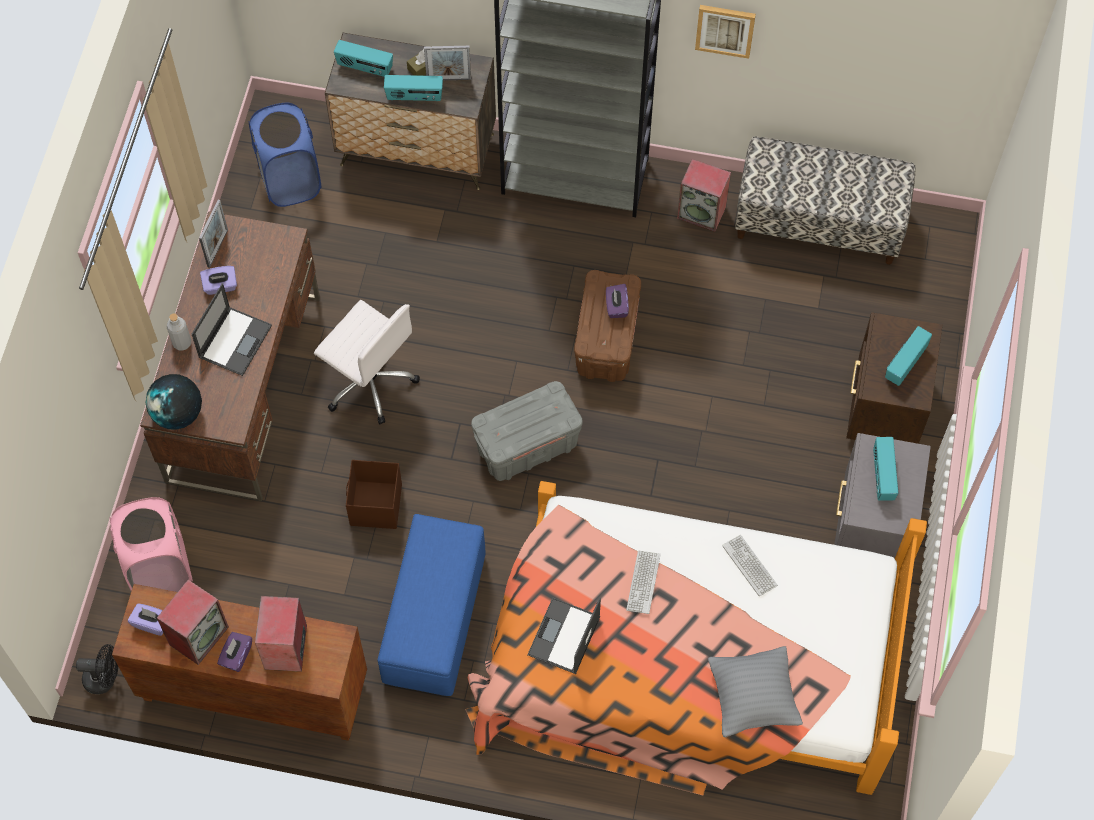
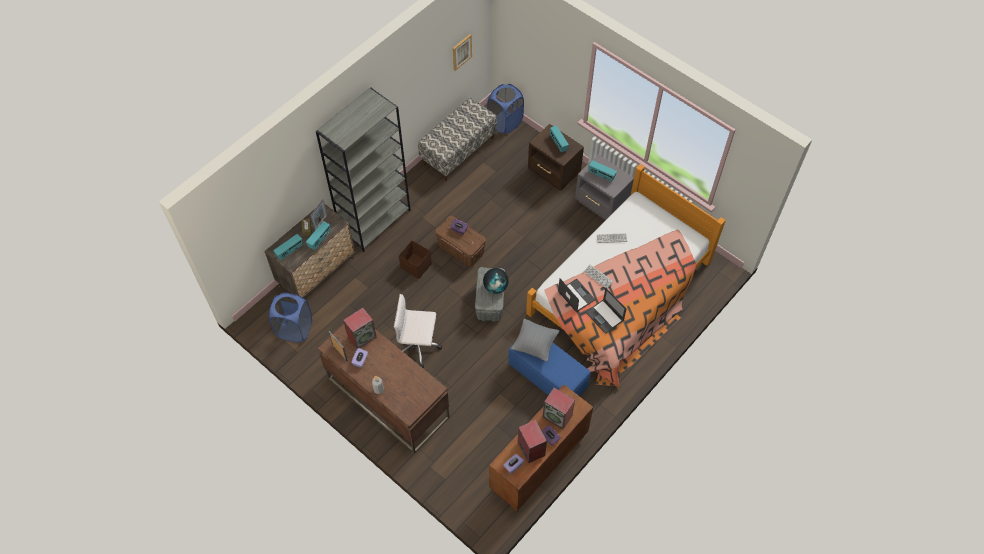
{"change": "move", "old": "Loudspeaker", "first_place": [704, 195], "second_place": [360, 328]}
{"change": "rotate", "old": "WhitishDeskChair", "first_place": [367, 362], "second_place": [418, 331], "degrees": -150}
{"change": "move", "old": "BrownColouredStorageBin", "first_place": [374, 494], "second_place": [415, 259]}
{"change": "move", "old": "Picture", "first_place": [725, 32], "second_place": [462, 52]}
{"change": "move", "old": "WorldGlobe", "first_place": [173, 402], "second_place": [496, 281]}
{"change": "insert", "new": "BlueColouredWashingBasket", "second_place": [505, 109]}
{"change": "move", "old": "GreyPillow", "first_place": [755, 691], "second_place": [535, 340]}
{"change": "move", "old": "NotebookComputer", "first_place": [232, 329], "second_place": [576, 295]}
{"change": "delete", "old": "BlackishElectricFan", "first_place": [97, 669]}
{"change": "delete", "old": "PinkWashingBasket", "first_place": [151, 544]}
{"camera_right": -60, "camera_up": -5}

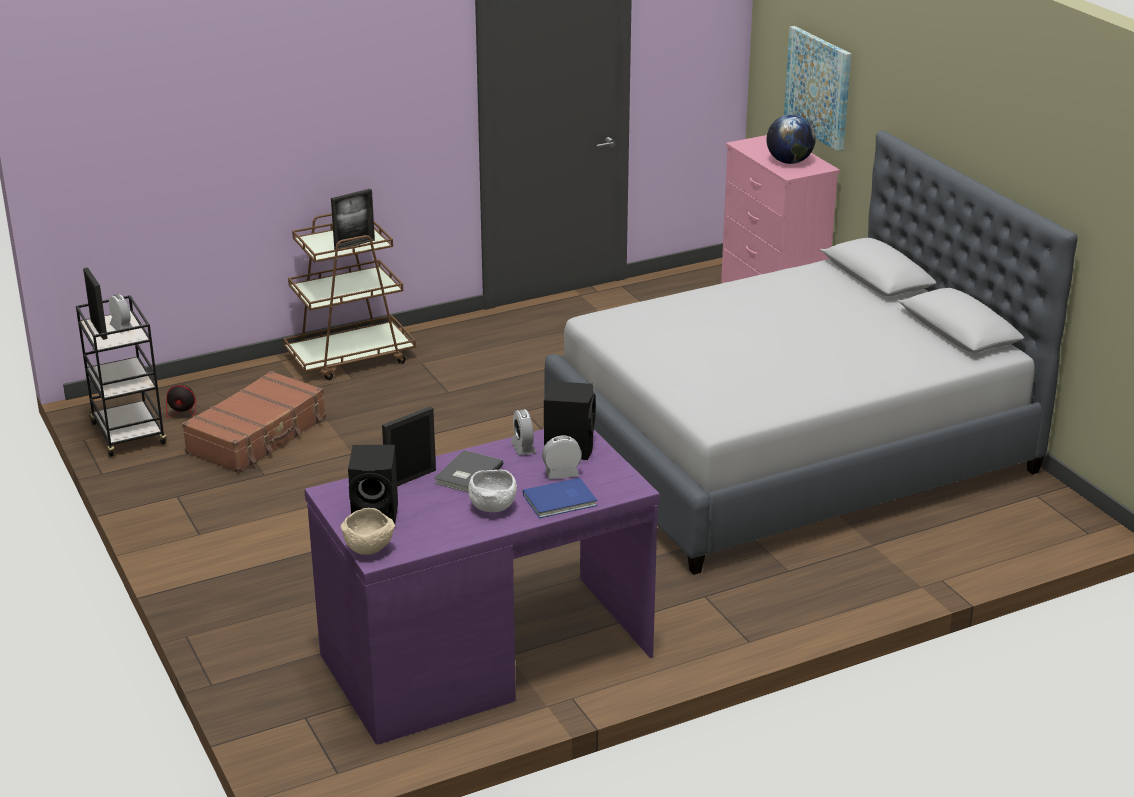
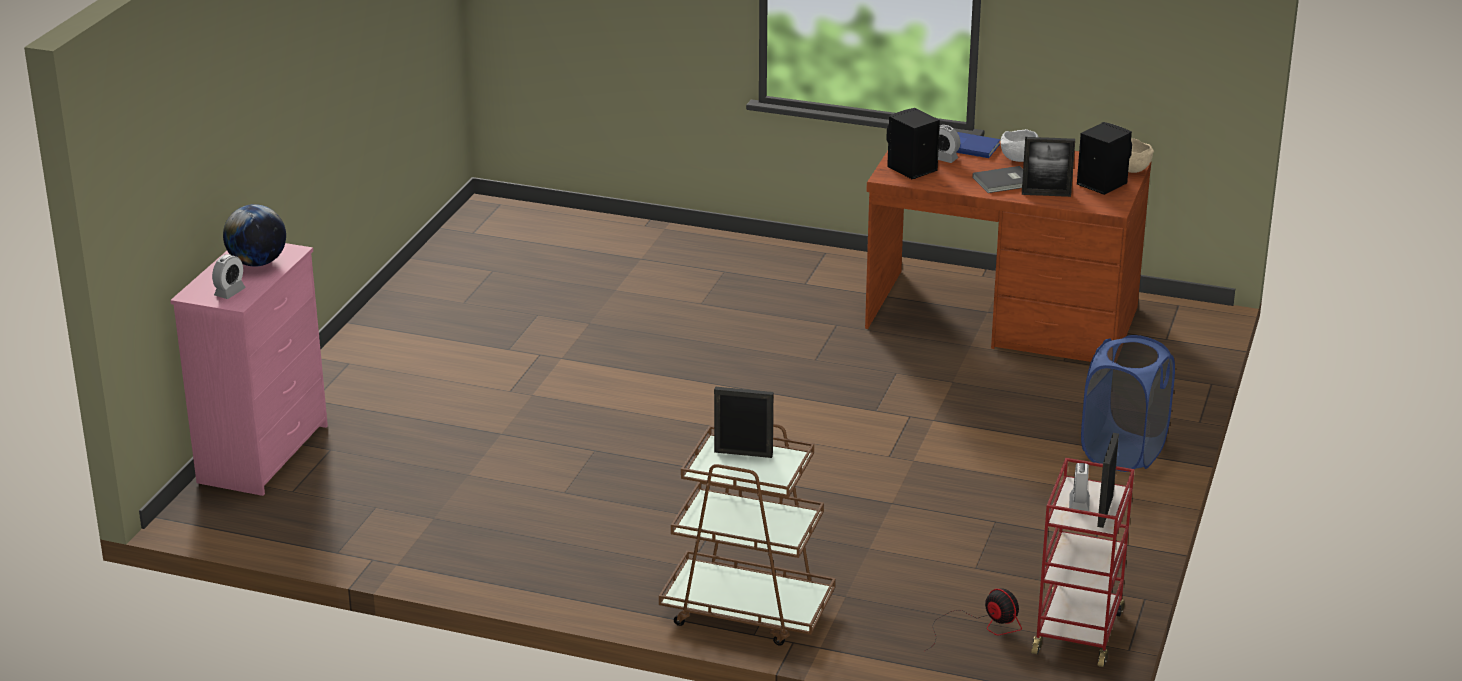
{"change": "move", "old": "BedsideClock", "first_place": [523, 432], "second_place": [229, 276]}
{"change": "recolor", "old": "PurpleColouredDesk", "new": "BrownColouredDesk", "first_place": [482, 586], "second_place": [1008, 251]}
{"change": "recolor", "old": "BlackishTrolley", "new": "RedColouredTrolley", "first_place": [121, 376], "second_place": [1083, 562]}
{"change": "insert", "new": "BlueColouredWashingBasket", "second_place": [1128, 403]}
{"change": "delete", "old": "BrownColouredTravelCase", "first_place": [254, 422]}
{"change": "delete", "old": "GreyBedroomBed", "first_place": [811, 352]}
{"change": "delete", "old": "Picture", "first_place": [817, 89]}
{"camera_right": -135, "camera_up": 0}

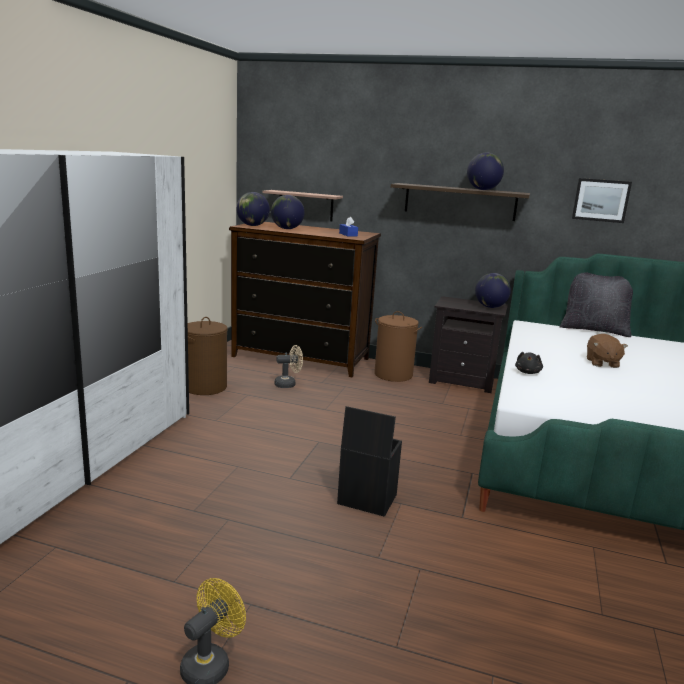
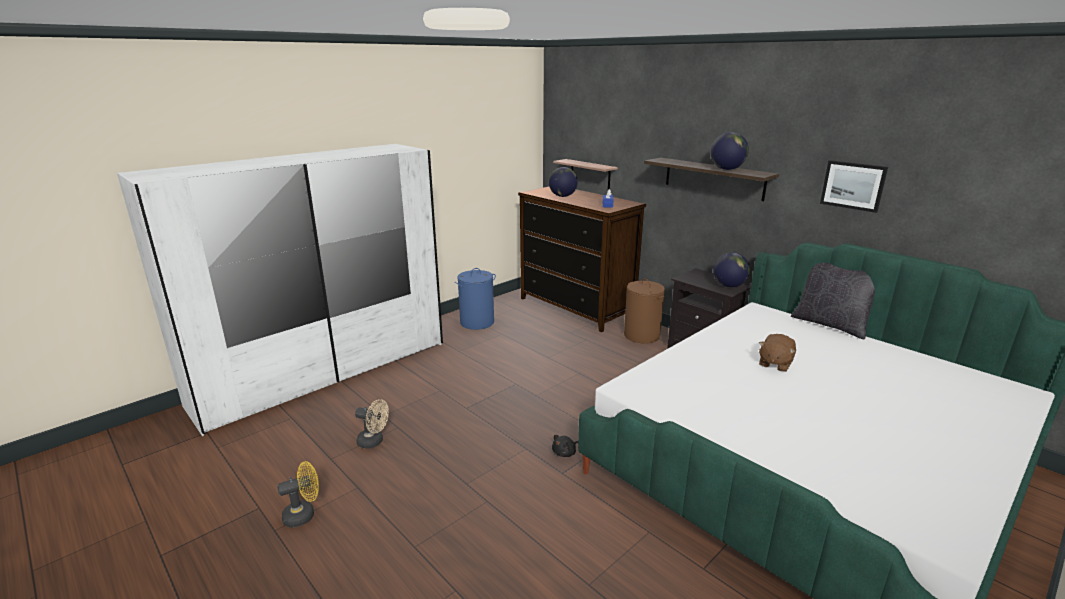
{"change": "move", "old": "SandColouredElectricFan", "first_place": [288, 366], "second_place": [372, 423]}
{"change": "recolor", "old": "BrownColouredWashingBasket", "new": "BlueColouredWashingBasket", "first_place": [207, 356], "second_place": [475, 299]}
{"change": "move", "old": "BlackishCuddlyToy", "first_place": [529, 363], "second_place": [565, 446]}
{"change": "delete", "old": "WorldGlobe", "first_place": [253, 209]}
{"change": "delete", "old": "BlackishStorageBin", "first_place": [369, 461]}
{"camera_right": 30, "camera_up": 5}

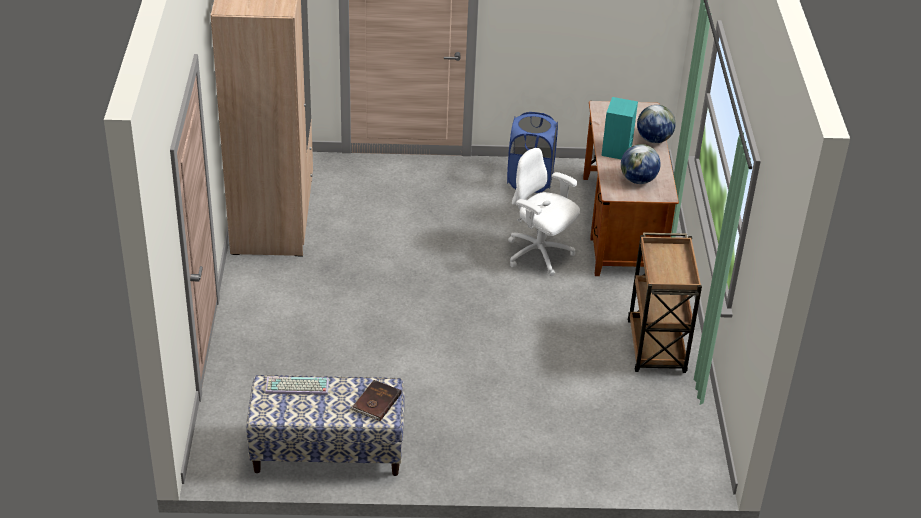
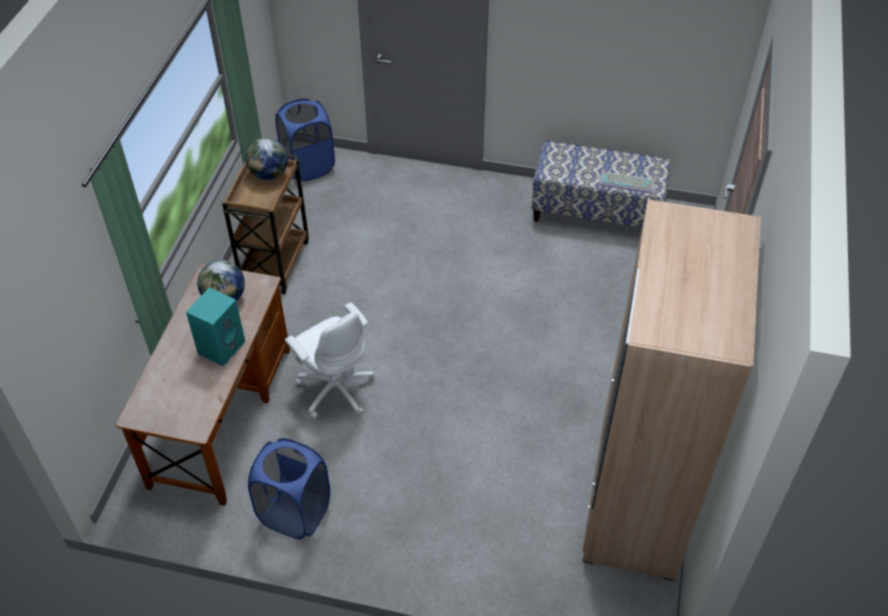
{"change": "move", "old": "WorldGlobe", "first_place": [656, 124], "second_place": [267, 159]}
{"change": "insert", "new": "BlueColouredWashingBasket", "second_place": [305, 140]}
{"change": "delete", "old": "BrownColouredVolume", "first_place": [376, 400]}
{"camera_right": -165, "camera_up": 10}

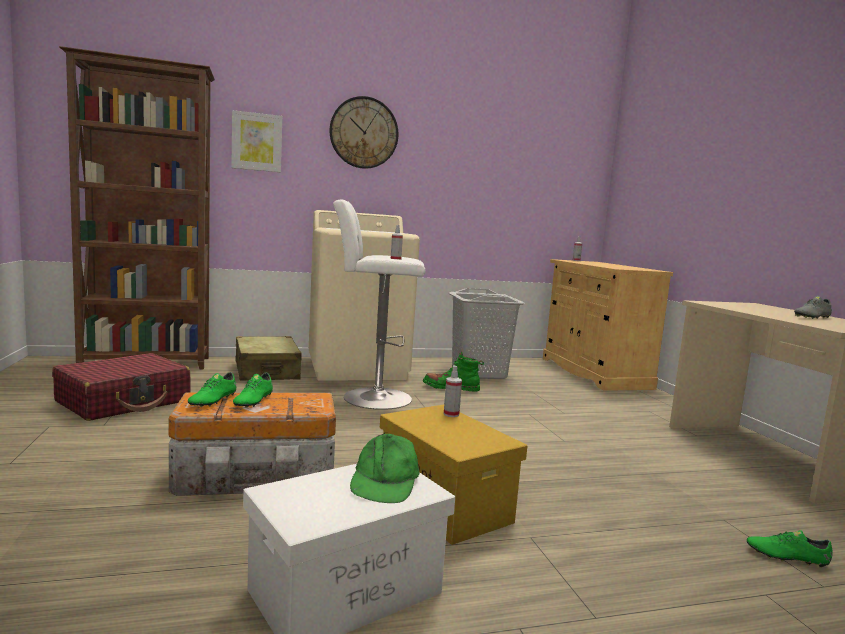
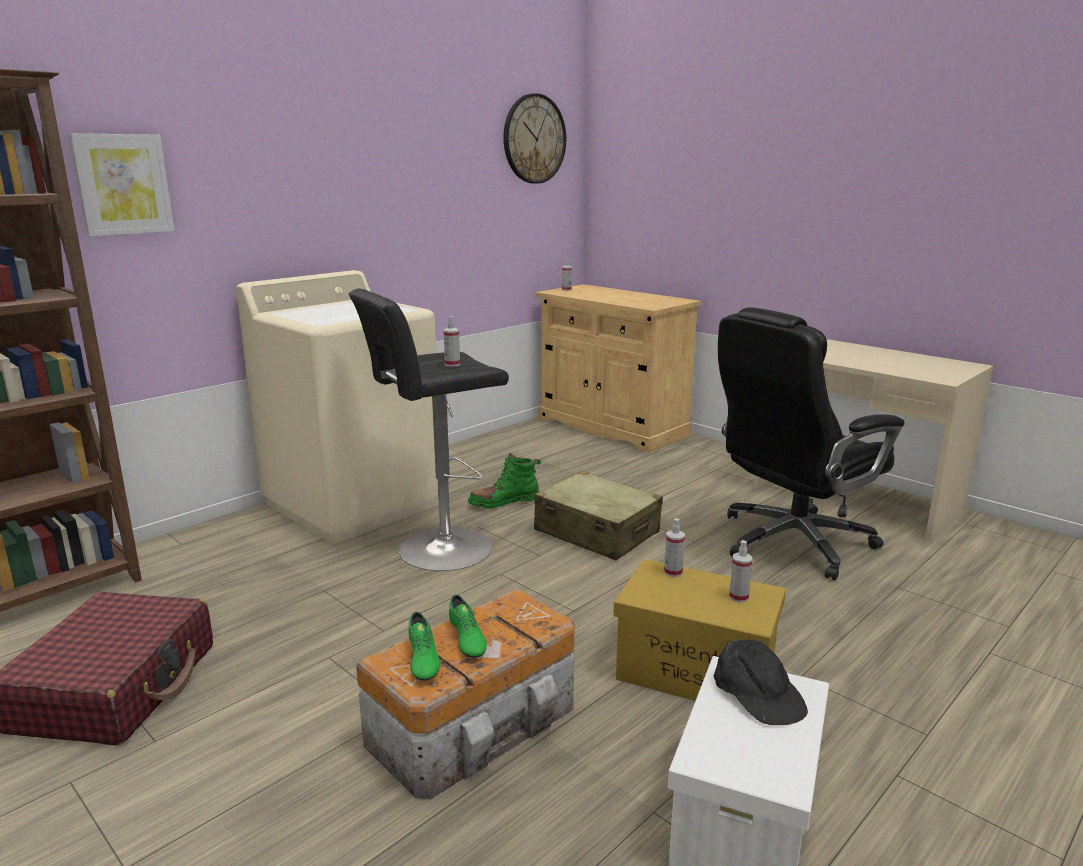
{"change": "recolor", "old": "WhitishStoolSeat", "new": "BlackishStoolSeat", "first_place": [379, 304], "second_place": [429, 429]}
{"change": "move", "old": "HangingClock", "first_place": [364, 132], "second_place": [534, 138]}
{"change": "move", "old": "SandColouredTravelCase", "first_place": [268, 358], "second_place": [598, 515]}
{"change": "recolor", "old": "GreenishCap", "new": "BlackishCap", "first_place": [385, 468], "second_place": [761, 682]}
{"change": "insert", "new": "BlackishDeskChair", "second_place": [811, 444]}
{"change": "insert", "new": "SprayBottle", "second_place": [740, 571]}
{"change": "delete", "old": "GreyWashingBasket", "first_place": [487, 333]}
{"change": "delete", "old": "GreenishShoe", "first_place": [790, 549]}
{"change": "delete", "old": "GreyShoe", "first_place": [813, 307]}
{"camera_right": -30, "camera_up": 10}

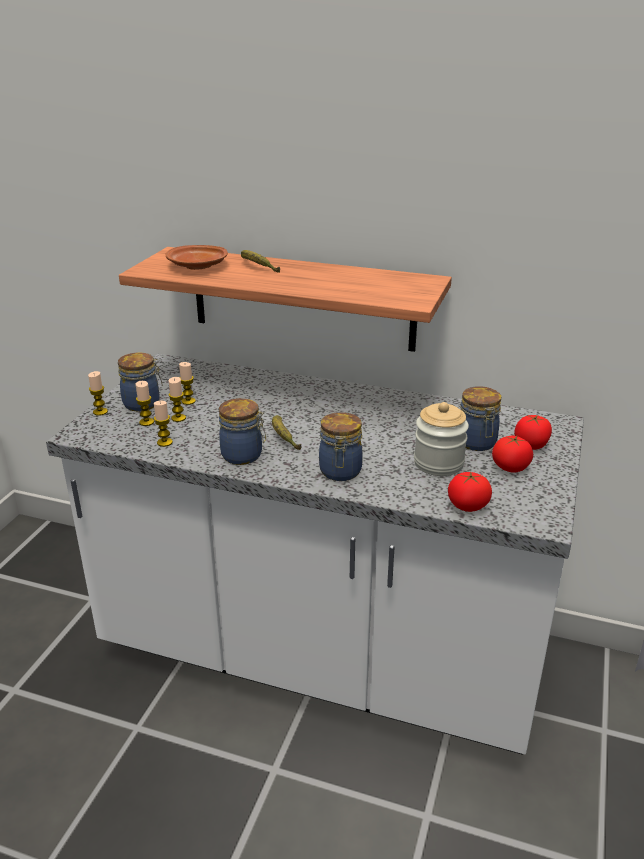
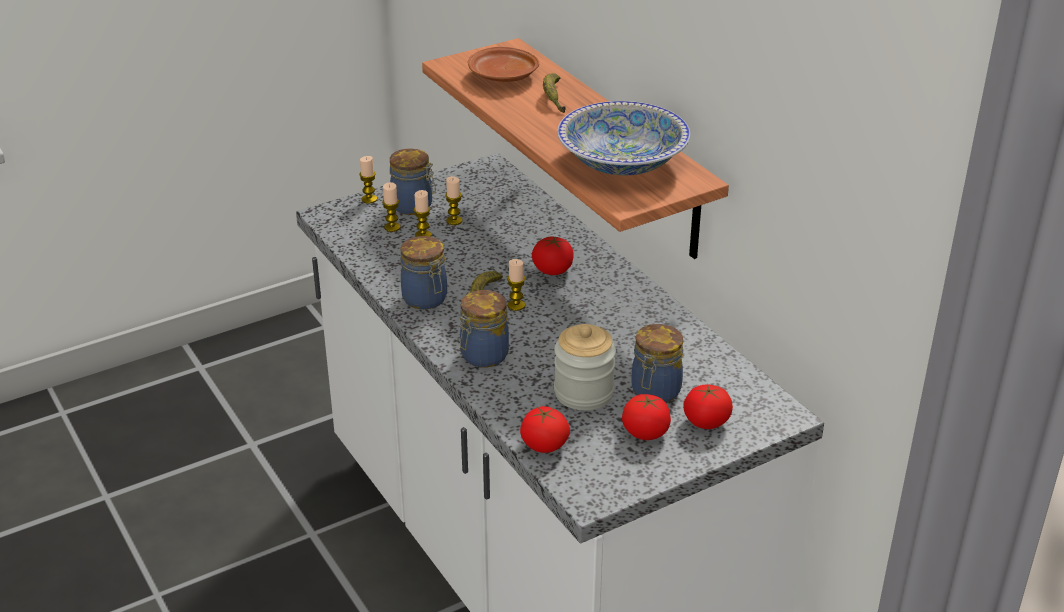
{"change": "move", "old": "WaxLight", "first_place": [163, 424], "second_place": [516, 285]}
{"change": "insert", "new": "WholeTomato", "second_place": [553, 255]}
{"change": "insert", "new": "Bowl", "second_place": [623, 138]}
{"camera_right": 40, "camera_up": 5}

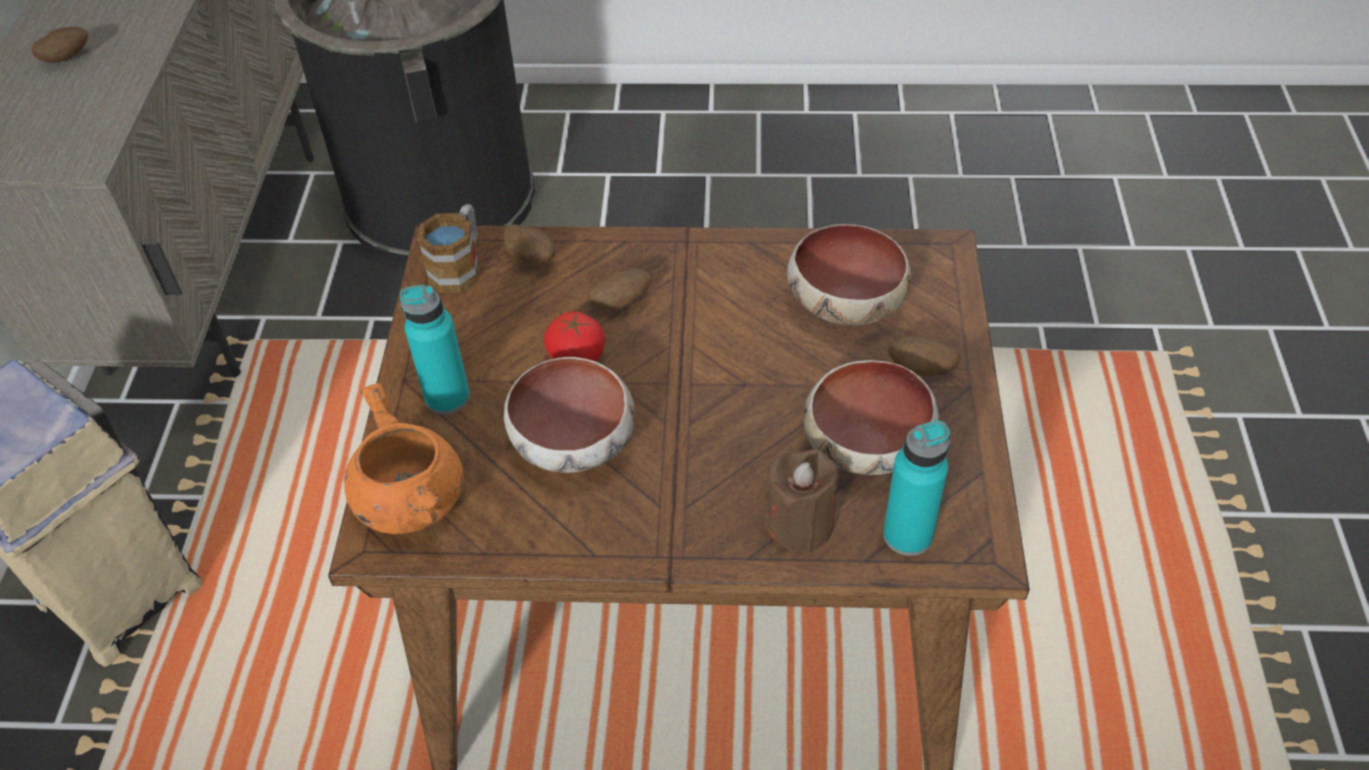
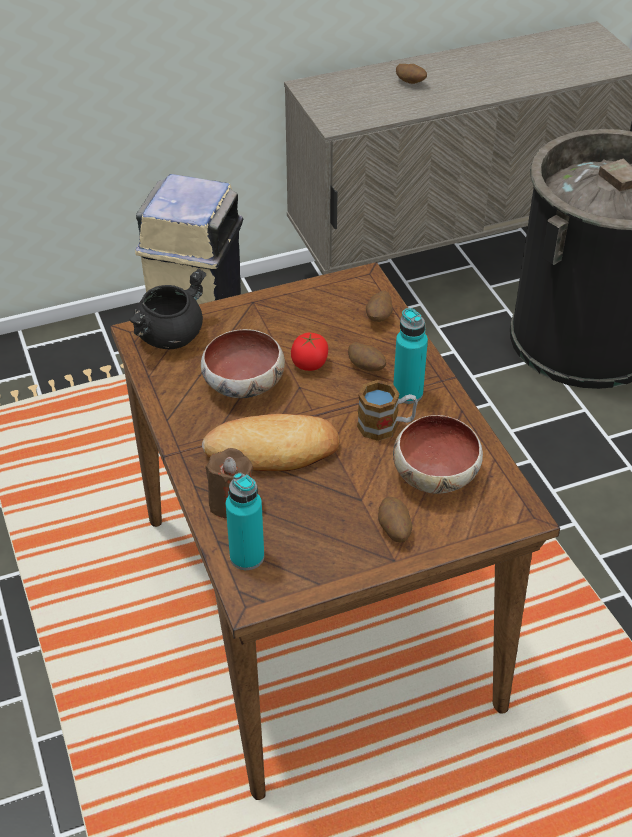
{"change": "recolor", "old": "OrangeColouredCookingPot", "new": "BlackishCookingPot", "first_place": [404, 458], "second_place": [167, 309]}
{"change": "insert", "new": "Bread", "second_place": [271, 442]}
{"change": "move", "old": "Mug", "first_place": [448, 248], "second_place": [387, 410]}
{"change": "move", "old": "BlueGreenDrinkBottle", "first_place": [435, 350], "second_place": [410, 356]}
{"change": "delete", "old": "Bowl", "first_place": [871, 417]}
{"camera_right": 65, "camera_up": -5}

